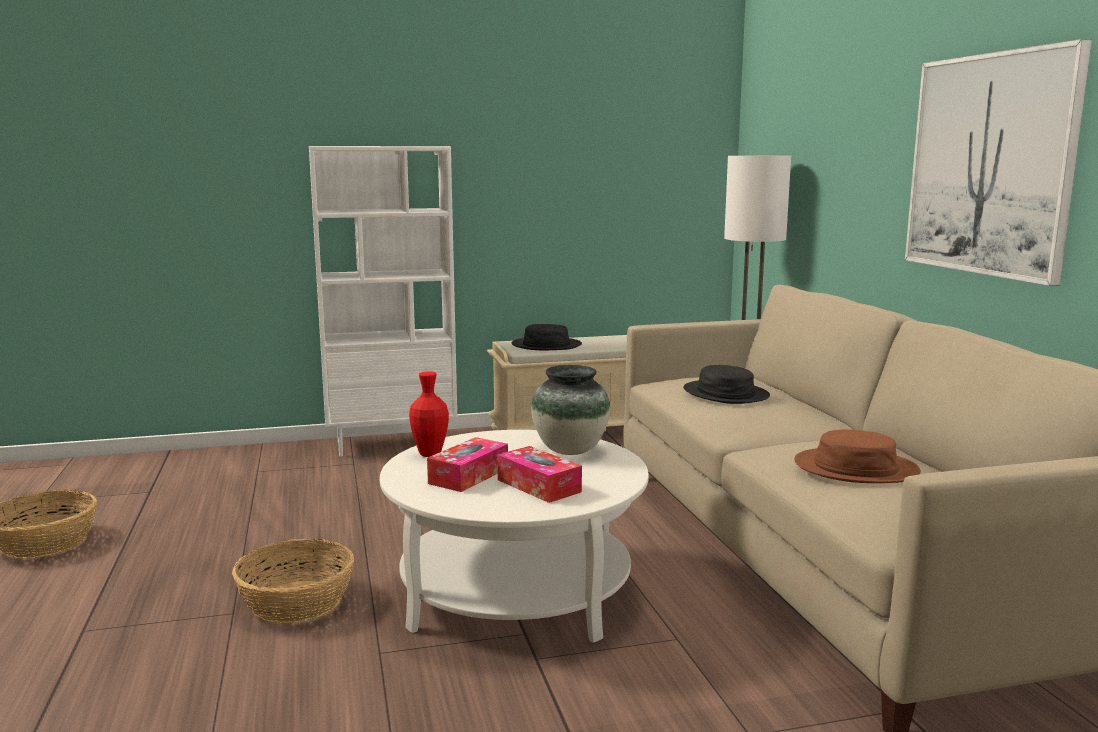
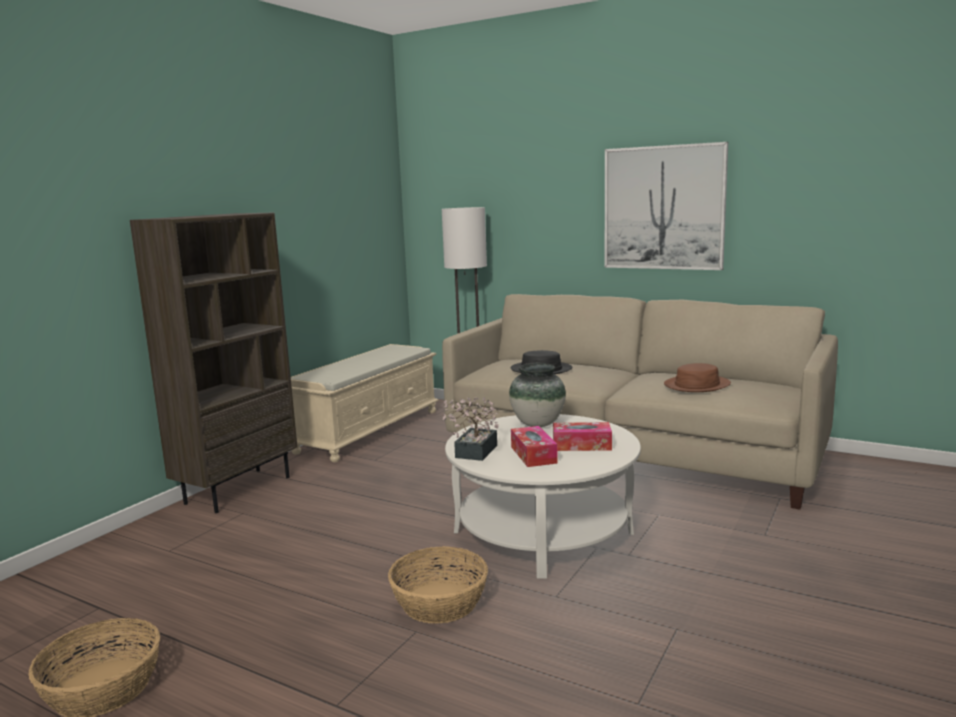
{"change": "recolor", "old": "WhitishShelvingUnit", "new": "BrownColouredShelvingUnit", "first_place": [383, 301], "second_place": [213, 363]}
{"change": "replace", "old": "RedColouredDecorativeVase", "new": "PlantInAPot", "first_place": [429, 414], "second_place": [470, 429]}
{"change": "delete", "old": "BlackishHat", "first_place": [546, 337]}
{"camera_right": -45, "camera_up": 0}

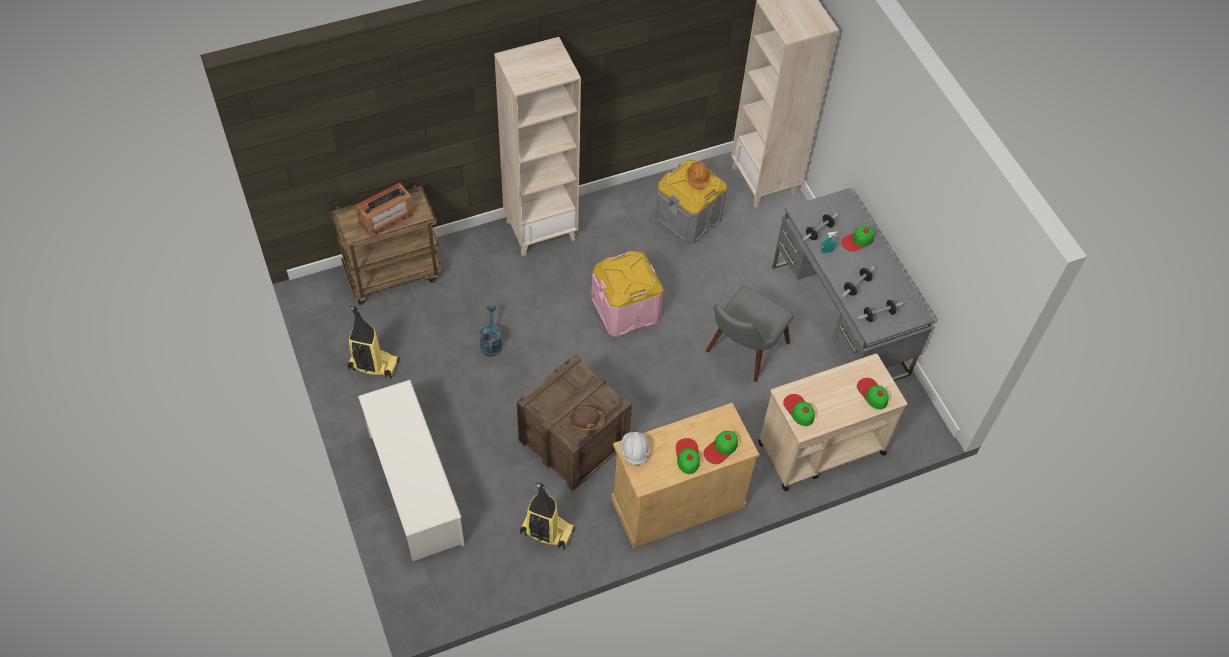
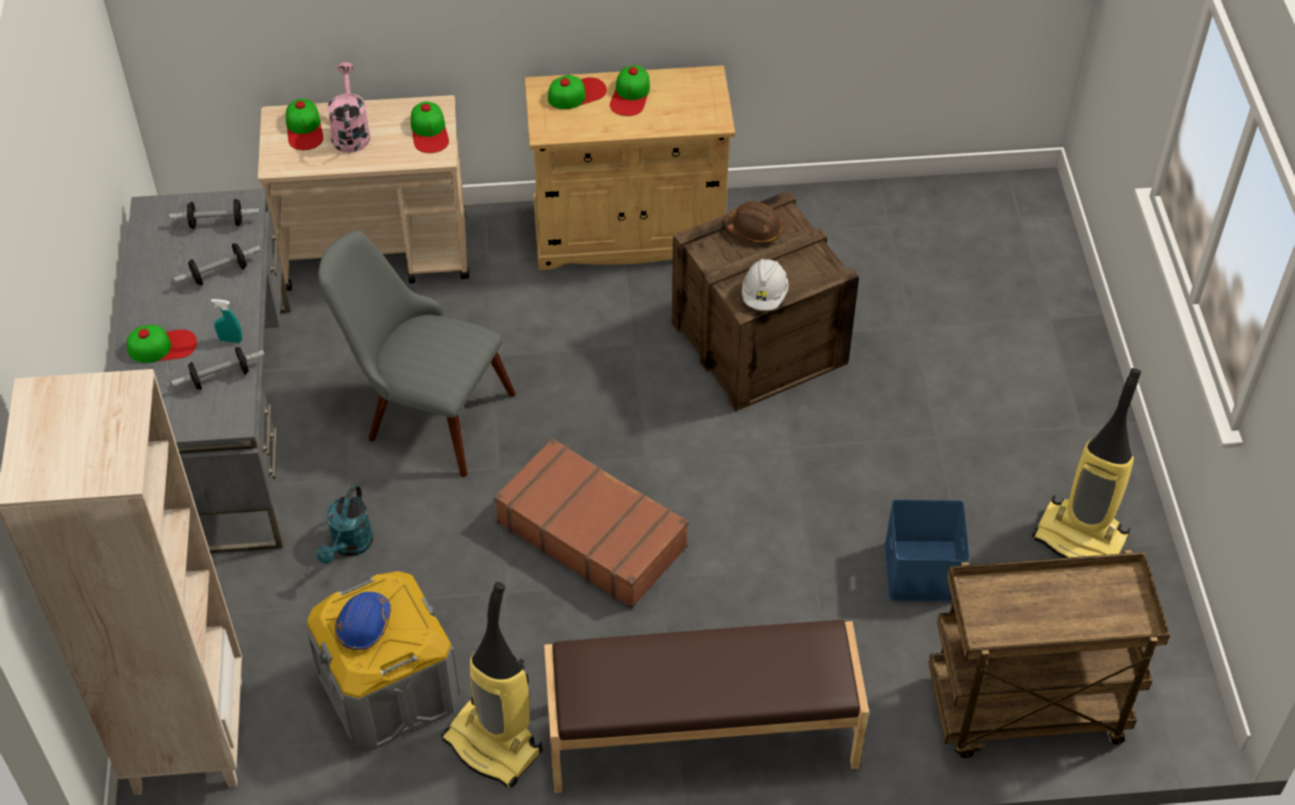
{"change": "move", "old": "BlueGreenWateringPot", "first_place": [491, 331], "second_place": [344, 524]}
{"change": "rotate", "old": "GreyUprightChair", "first_place": [750, 334], "second_place": [417, 353], "degrees": -120}
{"change": "insert", "new": "PinkWateringPot", "second_place": [348, 107]}
{"change": "recolor", "old": "OrangeColouredWorkHelmet", "new": "BlueColouredWorkHelmet", "first_place": [698, 175], "second_place": [363, 621]}
{"change": "move", "old": "Hoover", "first_place": [547, 516], "second_place": [492, 685]}
{"change": "replace", "old": "PinkStorageBin", "new": "BrownColouredTravelCase", "first_place": [627, 294], "second_place": [591, 523]}
{"change": "replace", "old": "SandColouredShelvingUnit", "new": "BrownColouredBench", "first_place": [537, 146], "second_place": [706, 706]}
{"change": "move", "old": "WhitishWorkHelmet", "first_place": [635, 449], "second_place": [765, 285]}
{"change": "insert", "new": "BlueColouredStorageBin", "second_place": [927, 550]}
{"change": "delete", "old": "RadioSet", "first_place": [384, 210]}
{"change": "delete", "old": "WhitishShoeRack", "first_place": [411, 470]}
{"camera_right": -160, "camera_up": -5}

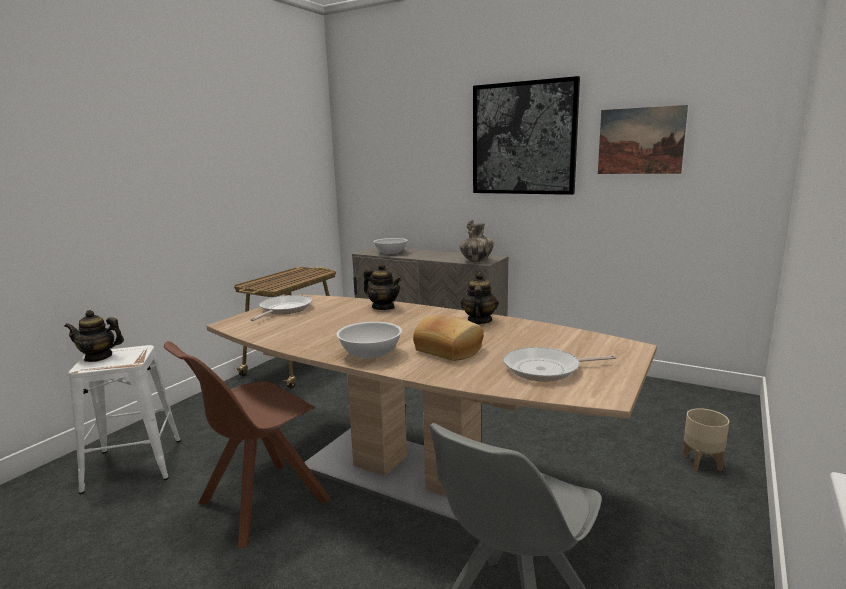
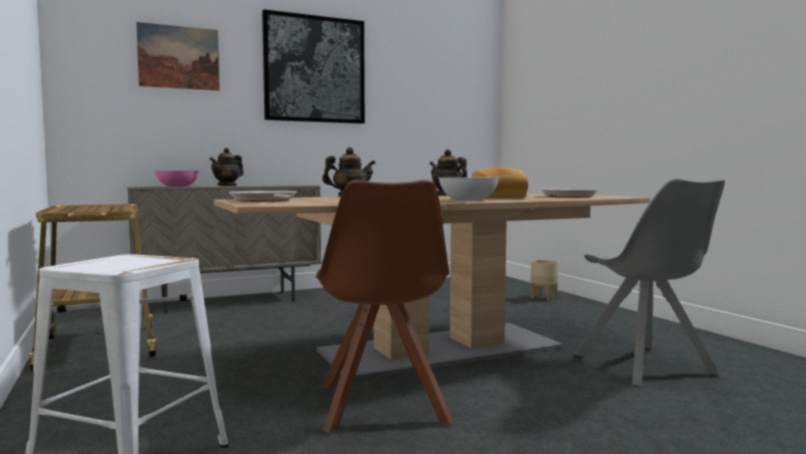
{"change": "move", "old": "Picture", "first_place": [643, 139], "second_place": [178, 56]}
{"change": "recolor", "old": "WhitishBowl", "new": "PinkBowl", "first_place": [390, 246], "second_place": [177, 179]}
{"change": "move", "old": "PotForTea", "first_place": [94, 336], "second_place": [227, 167]}
{"change": "delete", "old": "DecorativeVase", "first_place": [476, 241]}
{"camera_right": -55, "camera_up": -10}

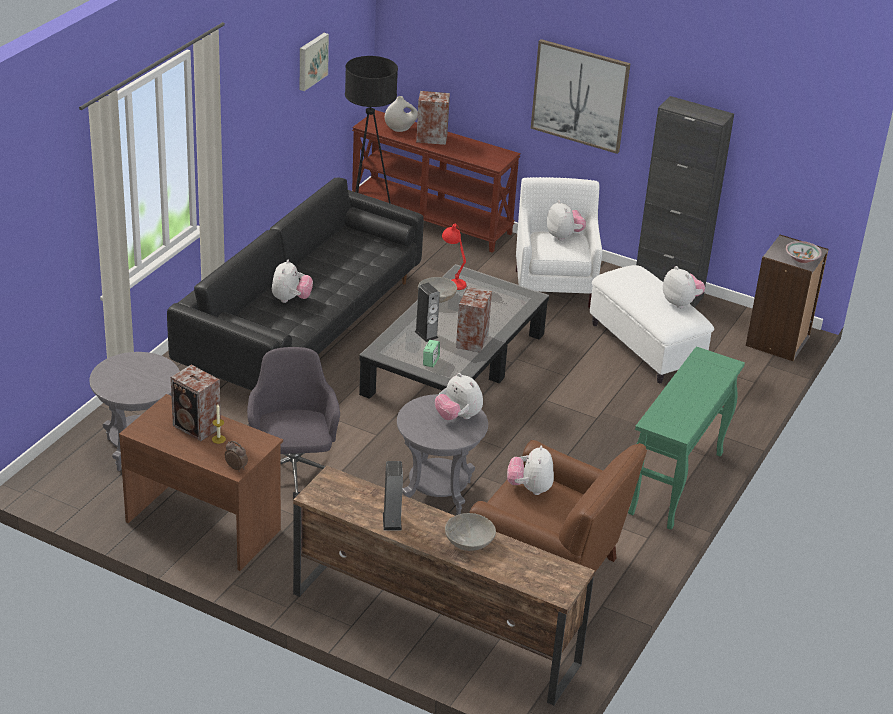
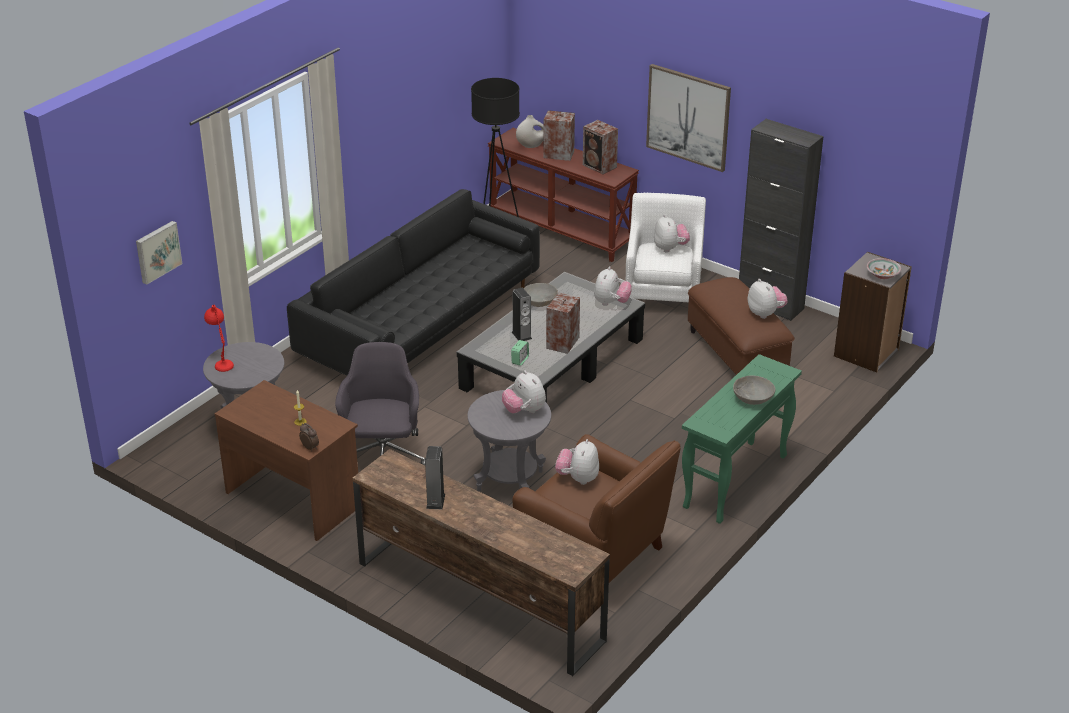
{"change": "move", "old": "Picture", "first_place": [314, 62], "second_place": [159, 253]}
{"change": "move", "old": "RedColouredTabletopLamp", "first_place": [454, 257], "second_place": [219, 338]}
{"change": "move", "old": "Loudspeaker", "first_place": [196, 403], "second_place": [600, 147]}
{"change": "move", "old": "CuddlyToy", "first_place": [292, 281], "second_place": [613, 286]}
{"change": "recolor", "old": "WhitishFootrest", "new": "BrownColouredFootrest", "first_place": [652, 324], "second_place": [741, 326]}
{"change": "move", "old": "GreyBowl", "first_place": [470, 532], "second_place": [754, 390]}
{"camera_right": 10, "camera_up": 0}

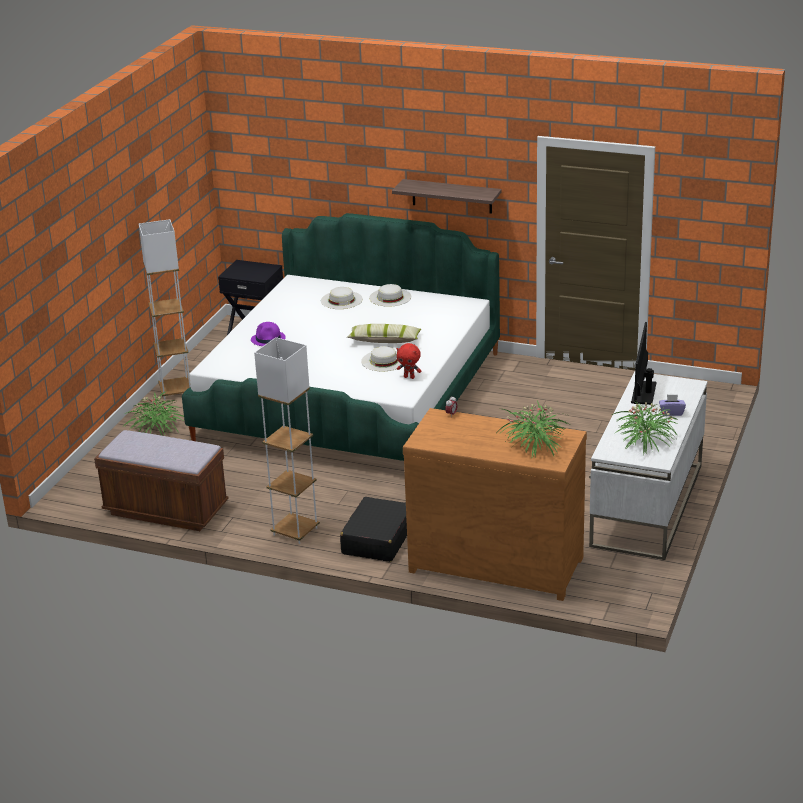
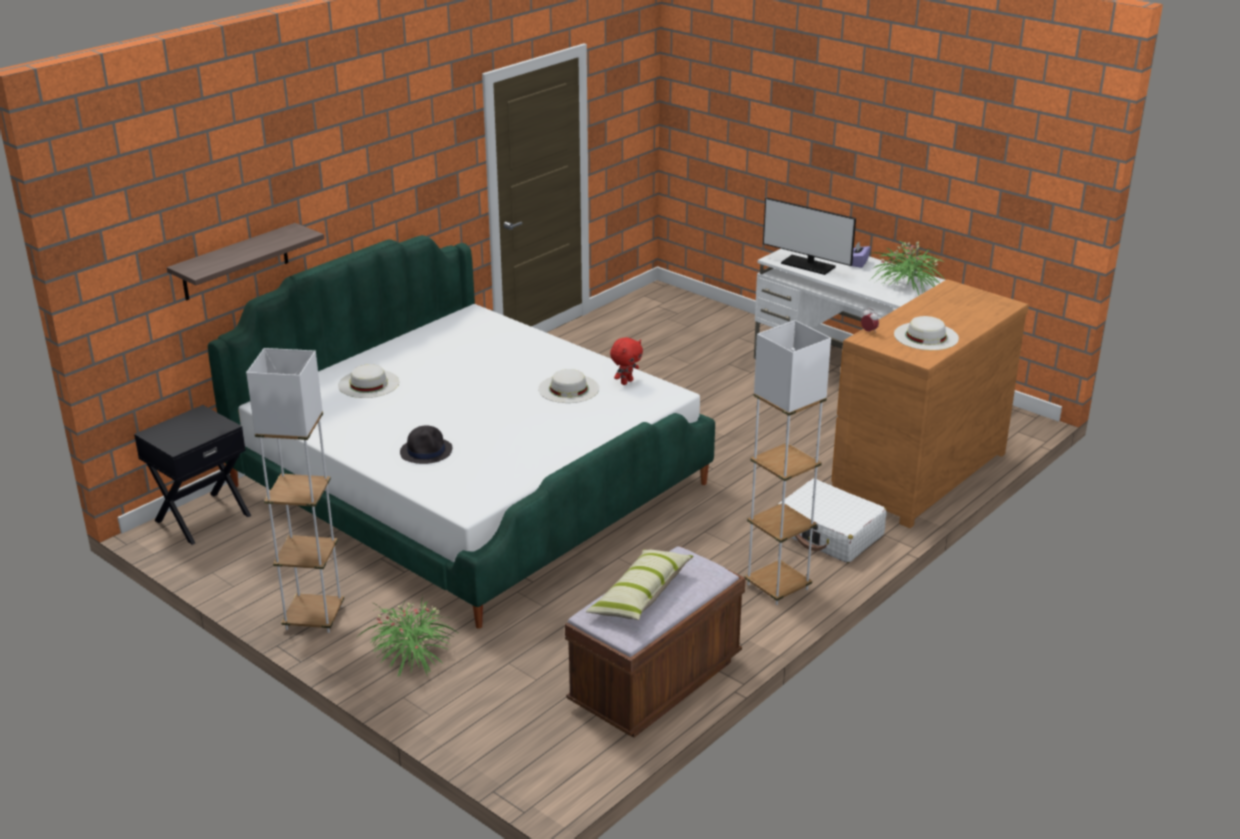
{"change": "move", "old": "BracketShelf", "first_place": [447, 196], "second_place": [245, 262]}
{"change": "recolor", "old": "PurpleColouredHat", "new": "BlackishHat", "first_place": [268, 334], "second_place": [426, 444]}
{"change": "move", "old": "Pillow", "first_place": [384, 333], "second_place": [640, 585]}
{"change": "recolor", "old": "BlackishTravelCase", "new": "WhitishTravelCase", "first_place": [373, 529], "second_place": [832, 521]}
{"change": "move", "old": "WhitishHat", "first_place": [390, 295], "second_place": [926, 333]}
{"change": "delete", "old": "PlantInAPot", "first_place": [533, 429]}
{"camera_right": -70, "camera_up": 0}

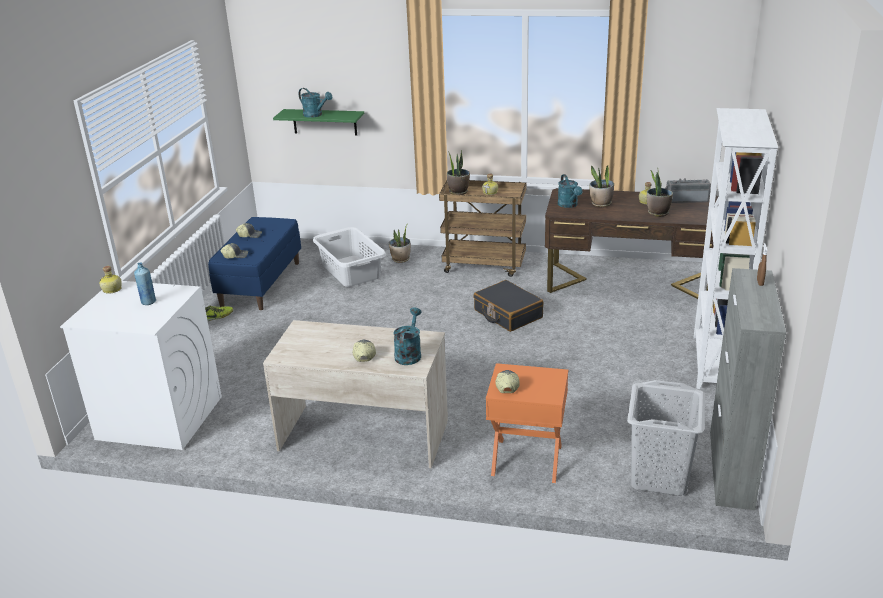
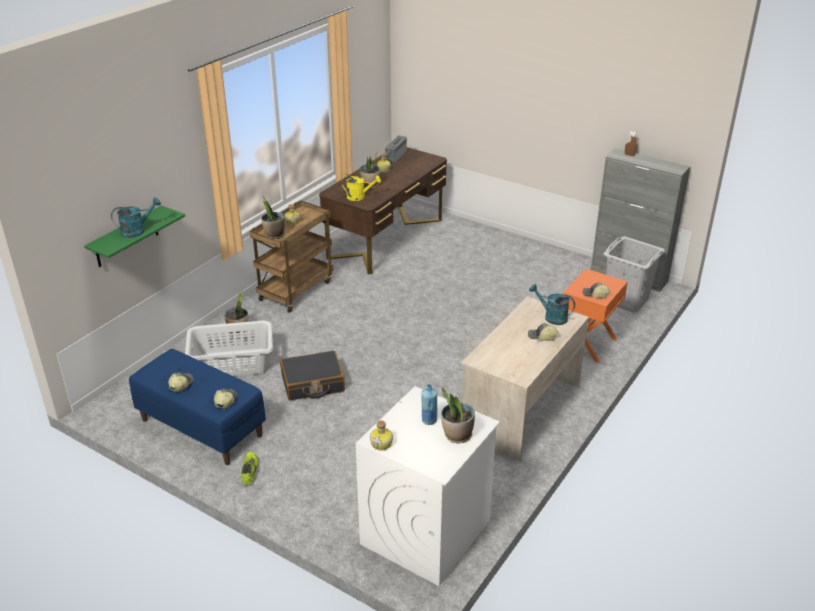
{"change": "move", "old": "BlackishTravelCase", "first_place": [509, 306], "second_place": [312, 376]}
{"change": "recolor", "old": "BlueGreenWateringPot", "new": "YellowishWateringPot", "first_place": [570, 191], "second_place": [361, 187]}
{"change": "move", "old": "PlantInAPot", "first_place": [660, 192], "second_place": [458, 415]}
{"change": "delete", "old": "WhitishShelvingUnit", "first_place": [736, 248]}
{"camera_right": -70, "camera_up": 5}

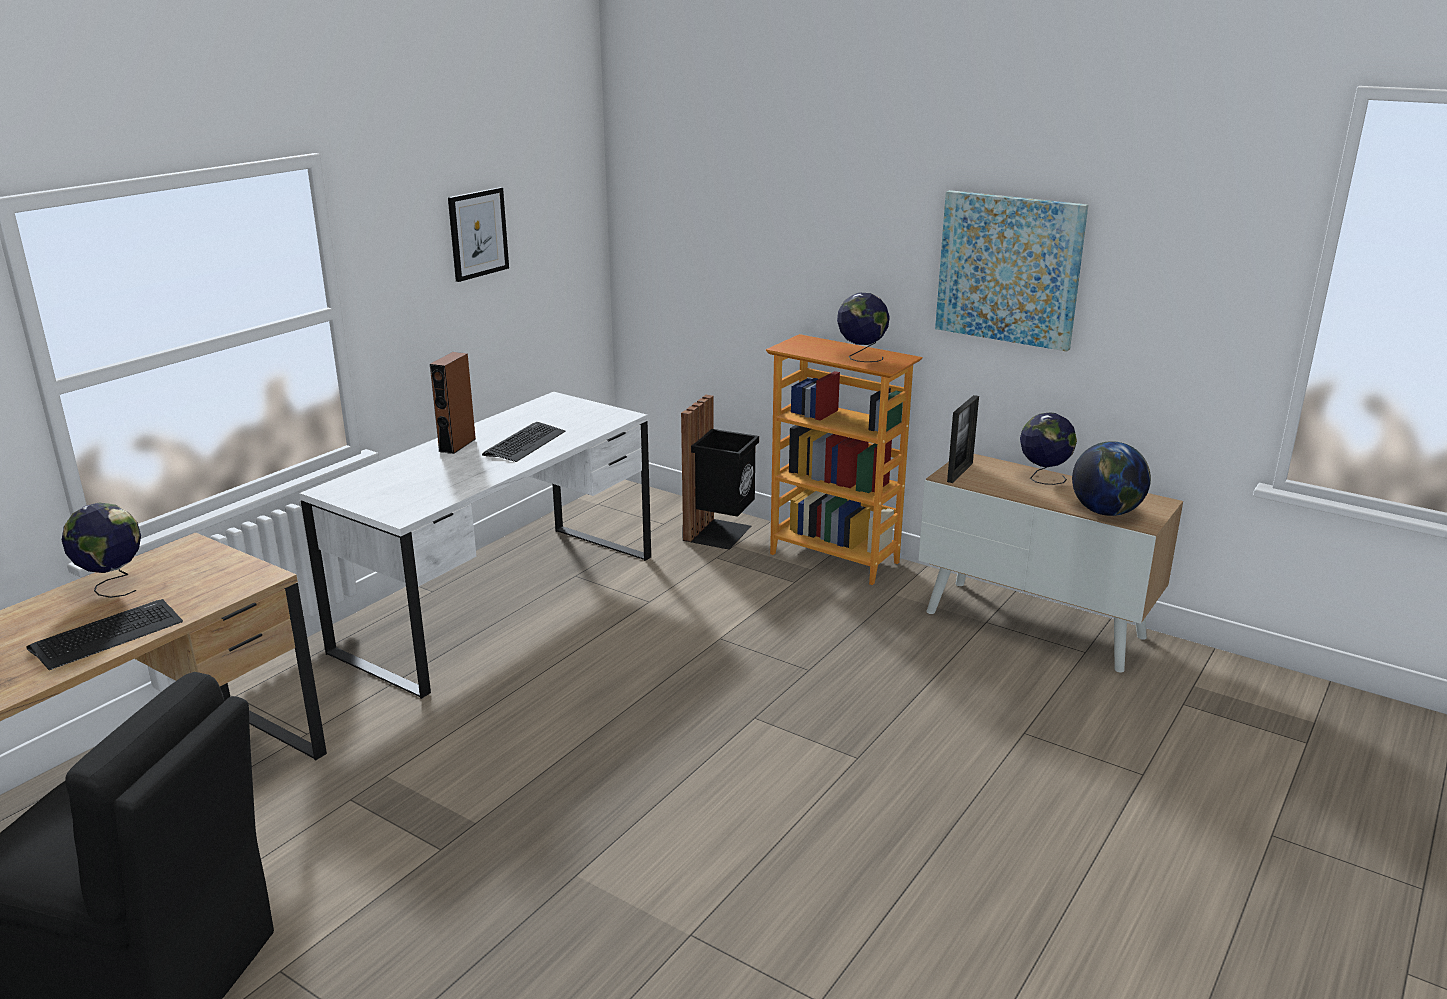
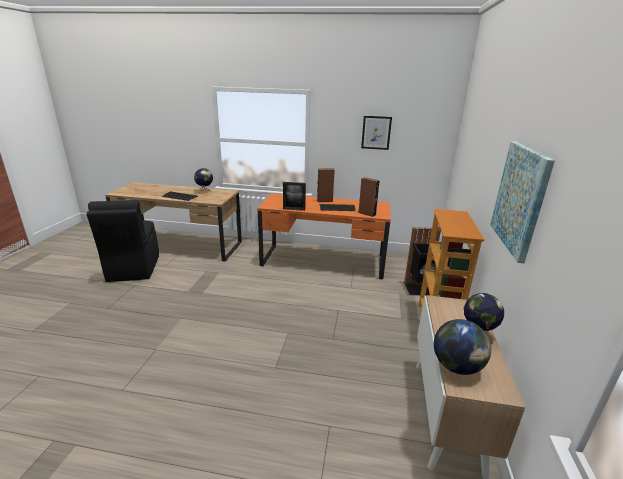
{"change": "recolor", "old": "WhitishDesk", "new": "OrangeColouredDesk", "first_place": [475, 545], "second_place": [324, 236]}
{"change": "move", "old": "PhotoFrame", "first_place": [963, 439], "second_place": [294, 196]}
{"change": "insert", "new": "BrownColouredLoudspeaker", "second_place": [369, 197]}
{"change": "delete", "old": "WorldGlobe", "first_place": [863, 327]}
{"camera_right": 65, "camera_up": 0}

